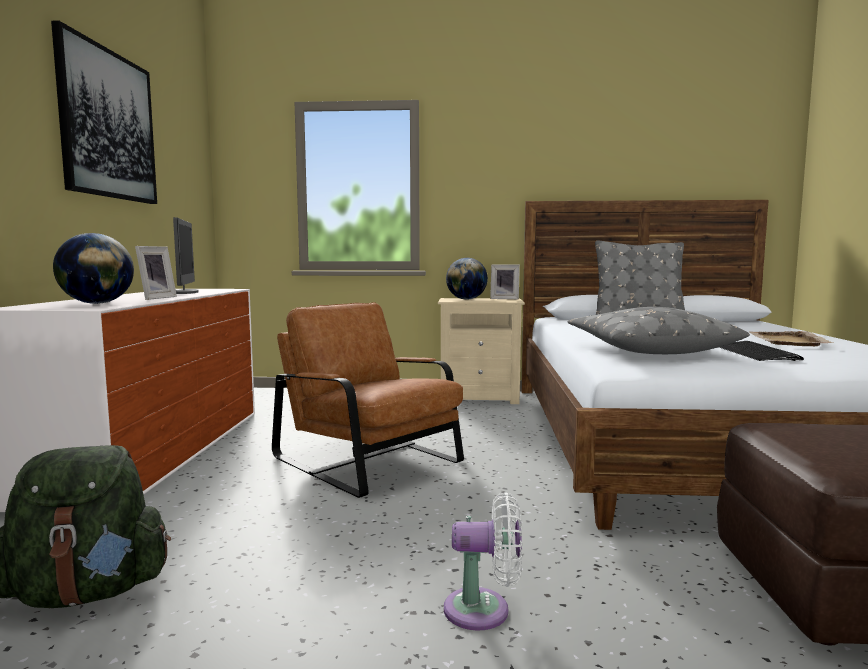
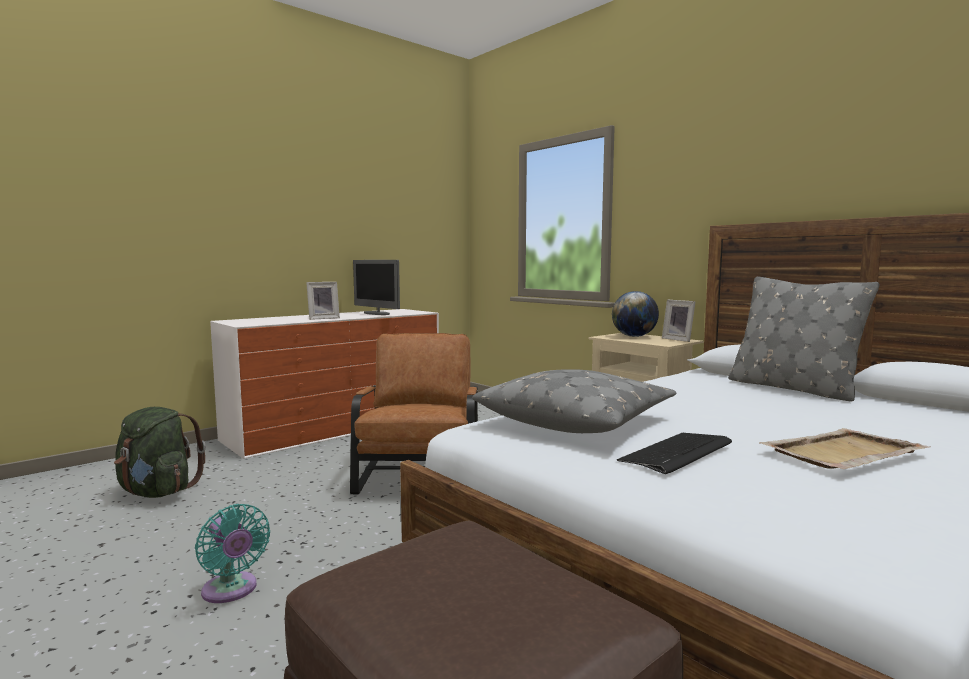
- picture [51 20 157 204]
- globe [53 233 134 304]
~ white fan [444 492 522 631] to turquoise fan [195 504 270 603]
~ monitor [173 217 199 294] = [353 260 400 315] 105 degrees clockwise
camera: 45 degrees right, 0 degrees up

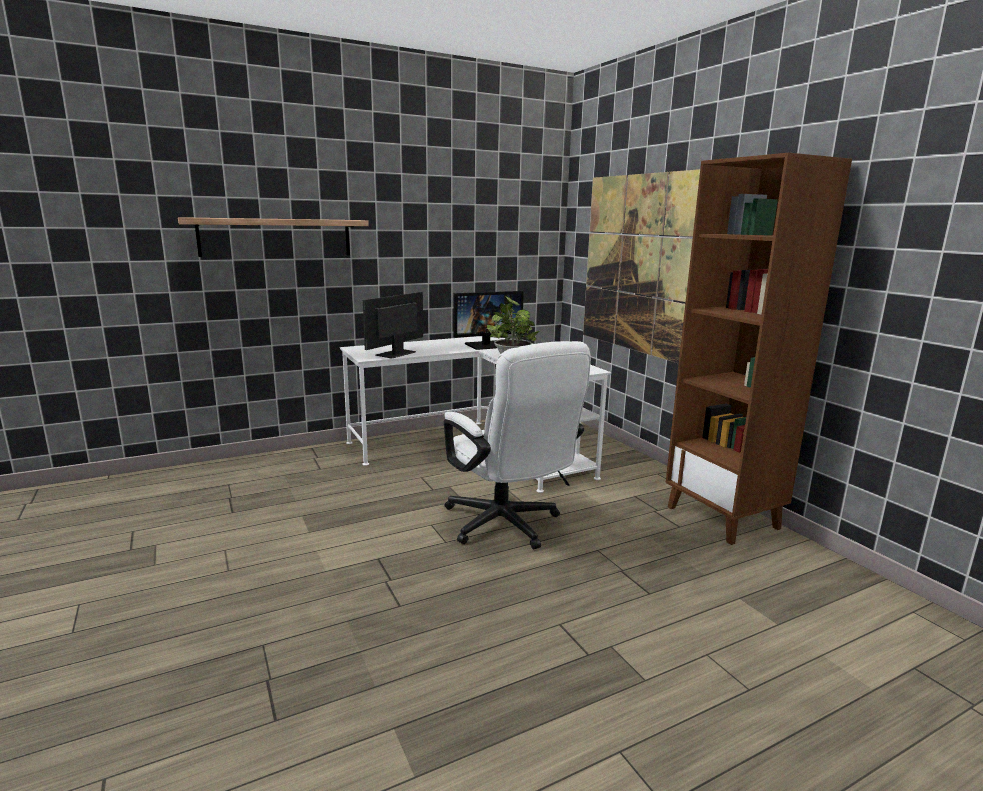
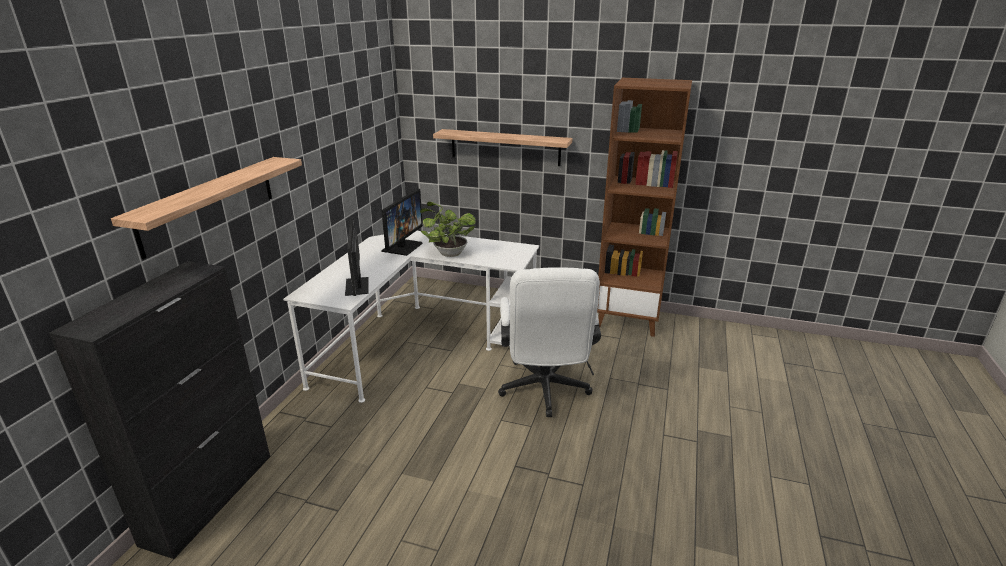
+ black cabinet [49 261 270 559]
~ picture [583 169 700 364] to shelf [433 129 572 166]
~ white office chair [444 341 591 549] = [498 267 601 417] 75 degrees clockwise
camera: 45 degrees left, 10 degrees up

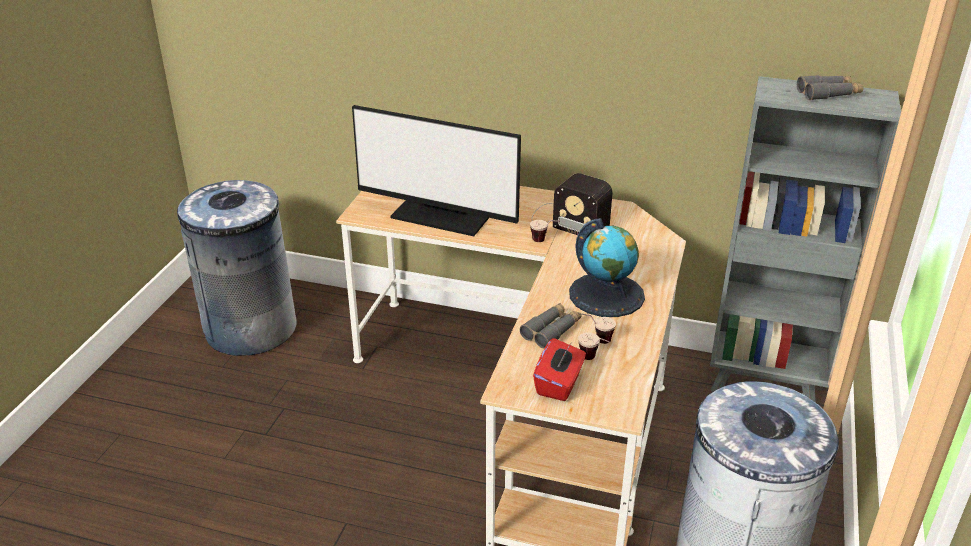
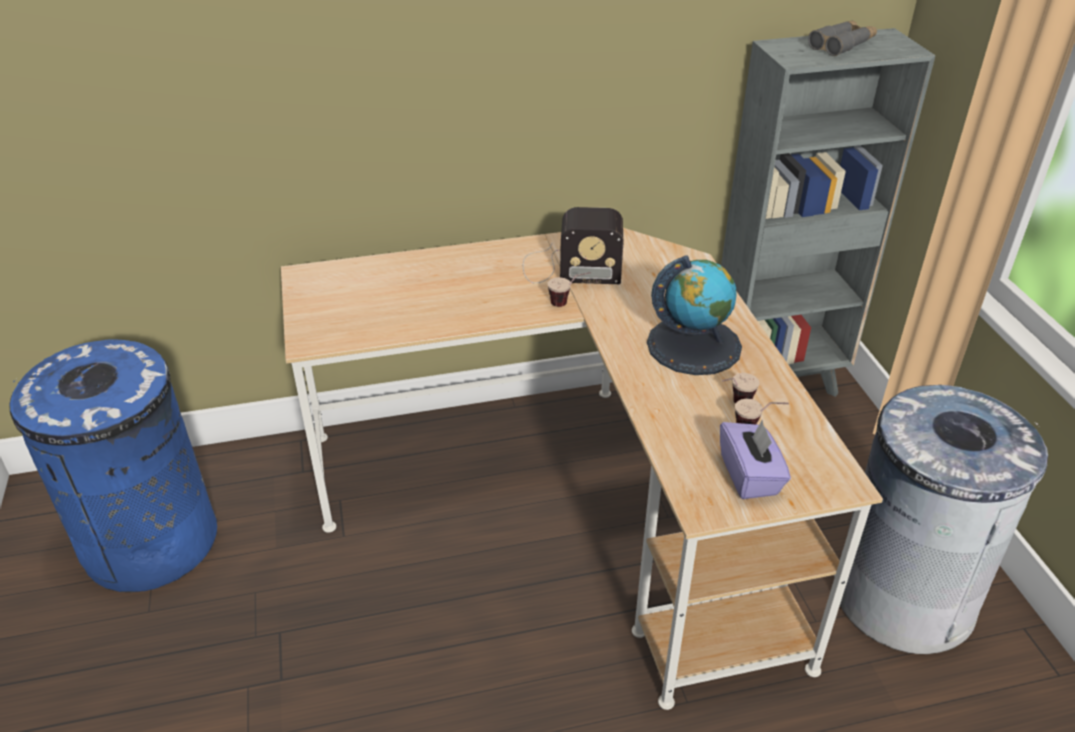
- monitor [352 105 521 236]
- grey binoculars [520 303 581 348]
~ grey trash can [177 180 297 356] to blue trash can [9 339 217 592]
~ red tissue box [533 338 586 401] to purple tissue box [720 419 791 499]
camera: 30 degrees left, 5 degrees up

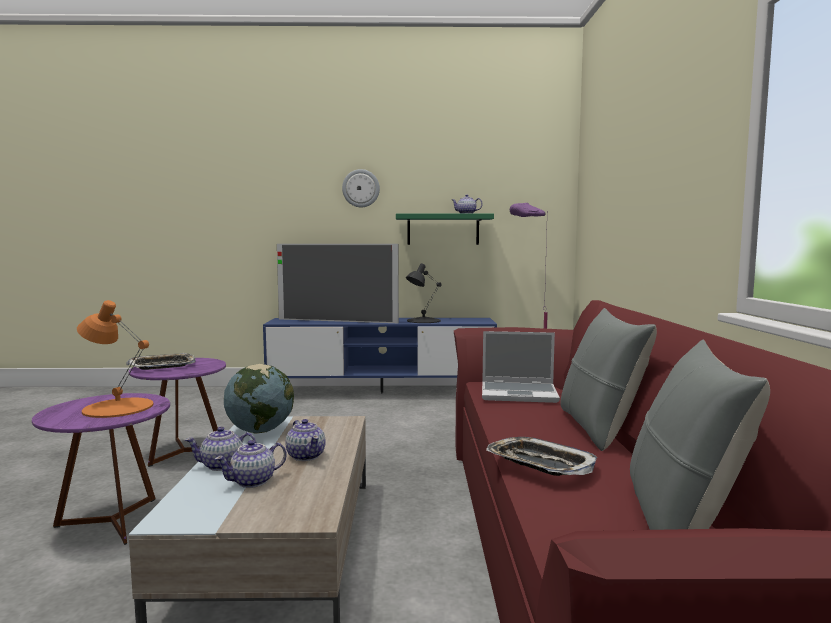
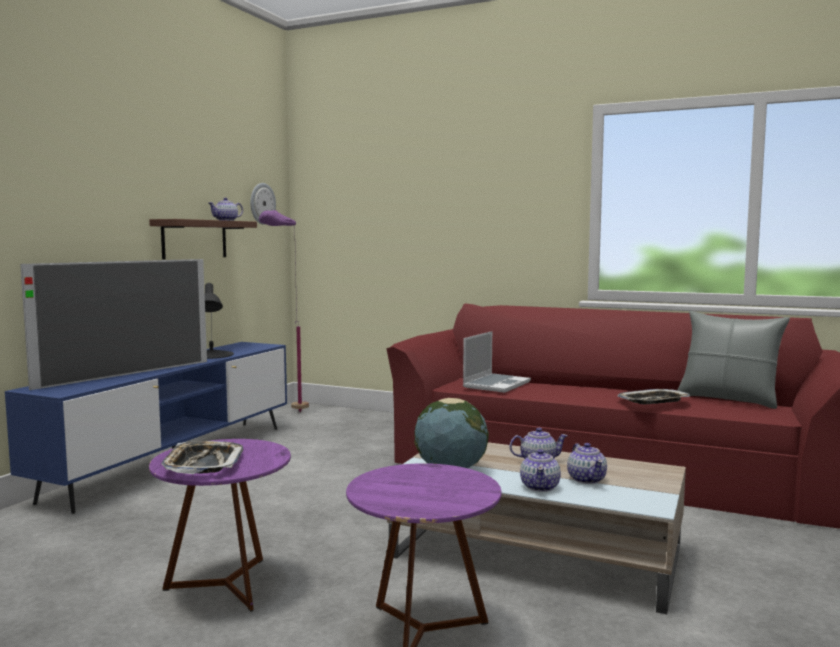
- orange table lamp [77 300 153 418]
- grey pillow [560 308 657 451]
~ wall clock [342 169 380 207] to [250 183 276 225]
~ green shelf [396 214 494 245] to brown shelf [149 219 257 260]
camera: 65 degrees left, 0 degrees up

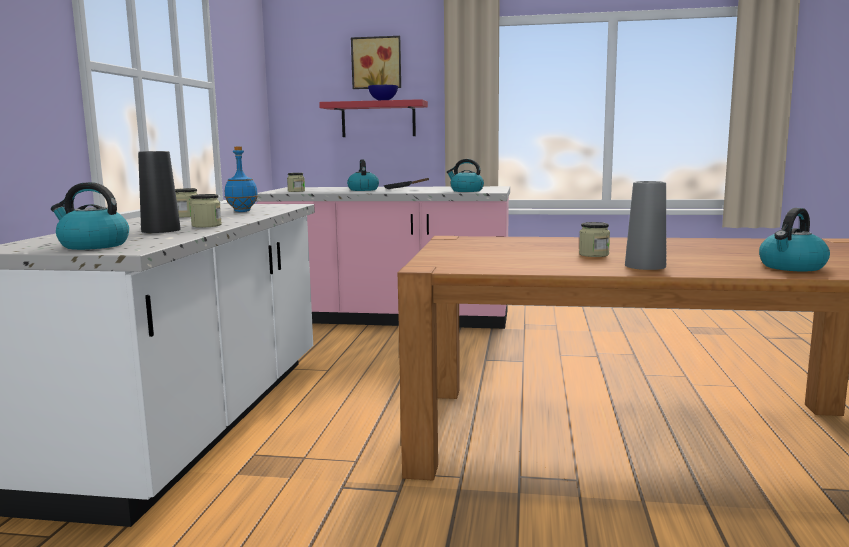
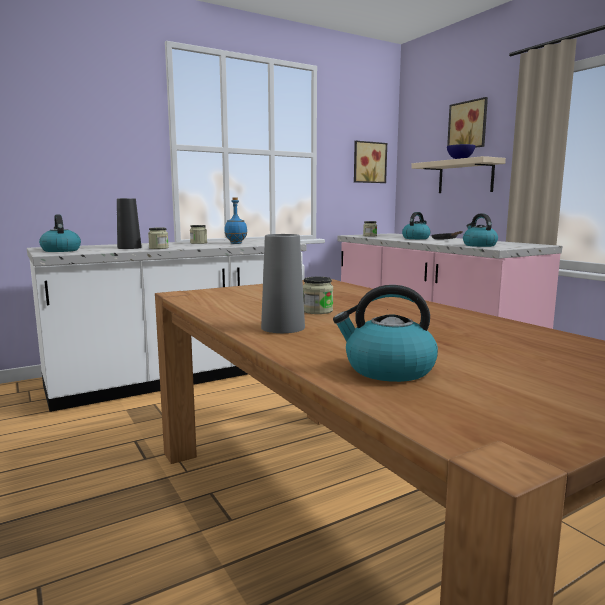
+ picture [354 141 387 183]
~ red shelf [319 99 428 137] to beige shelf [411 156 506 193]
camera: 50 degrees right, 0 degrees up

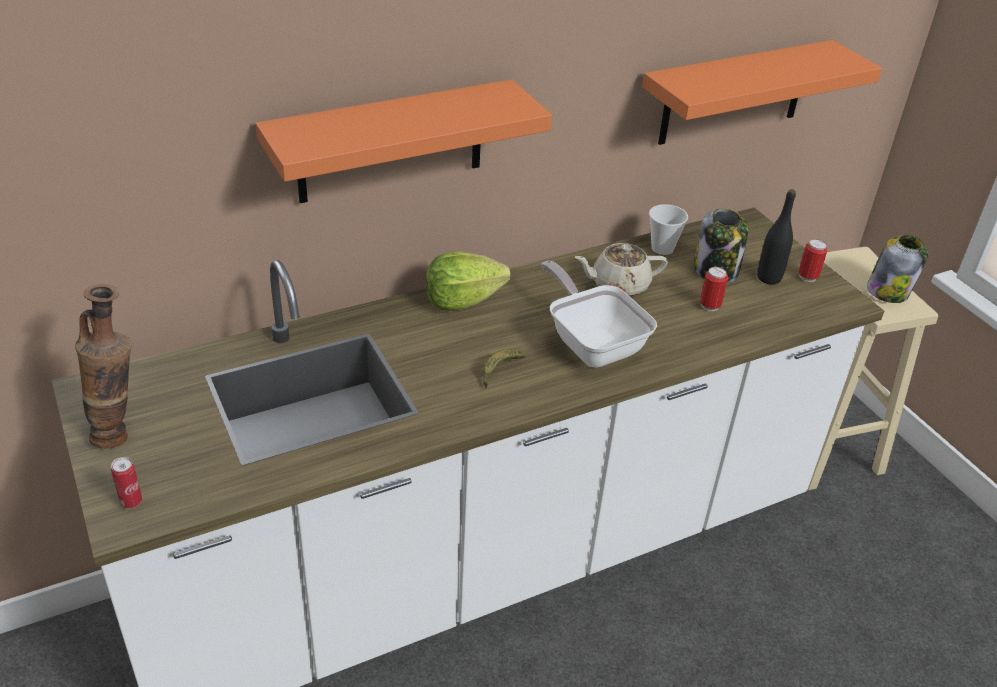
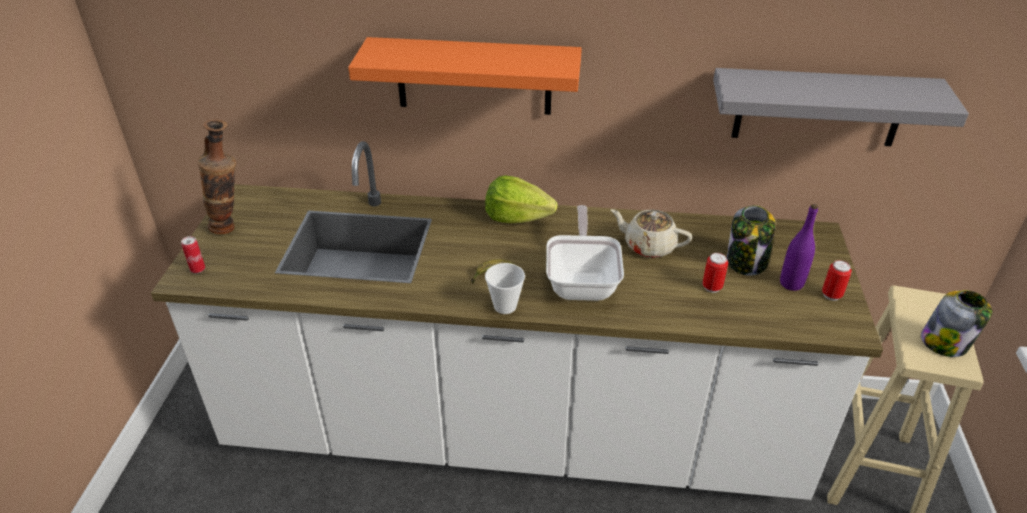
~ cup [649 204 688 255] to [485 263 525 314]
~ orange shelf [642 40 882 145] to grey shelf [713 68 969 146]
~ black bottle [757 189 796 284] to purple bottle [780 204 818 291]
camera: 35 degrees right, 0 degrees up

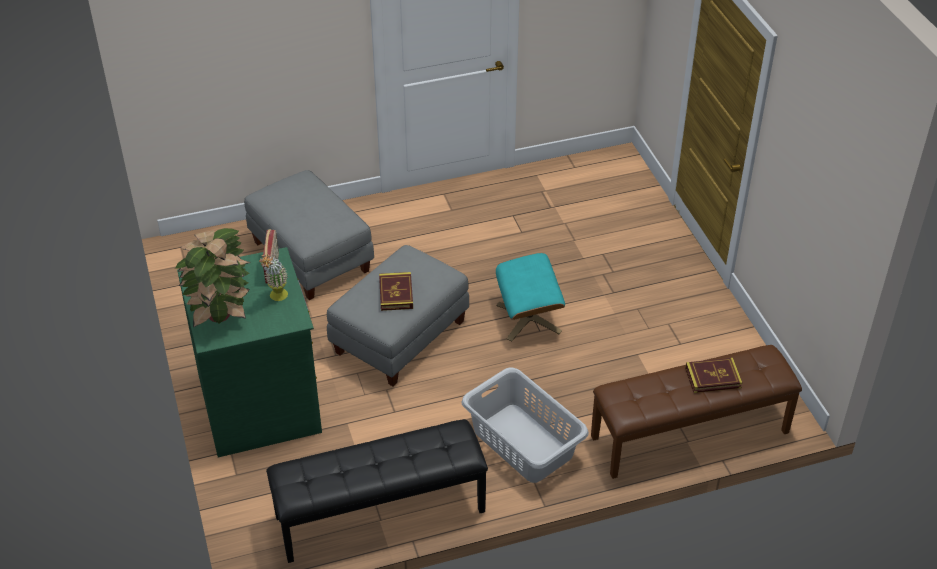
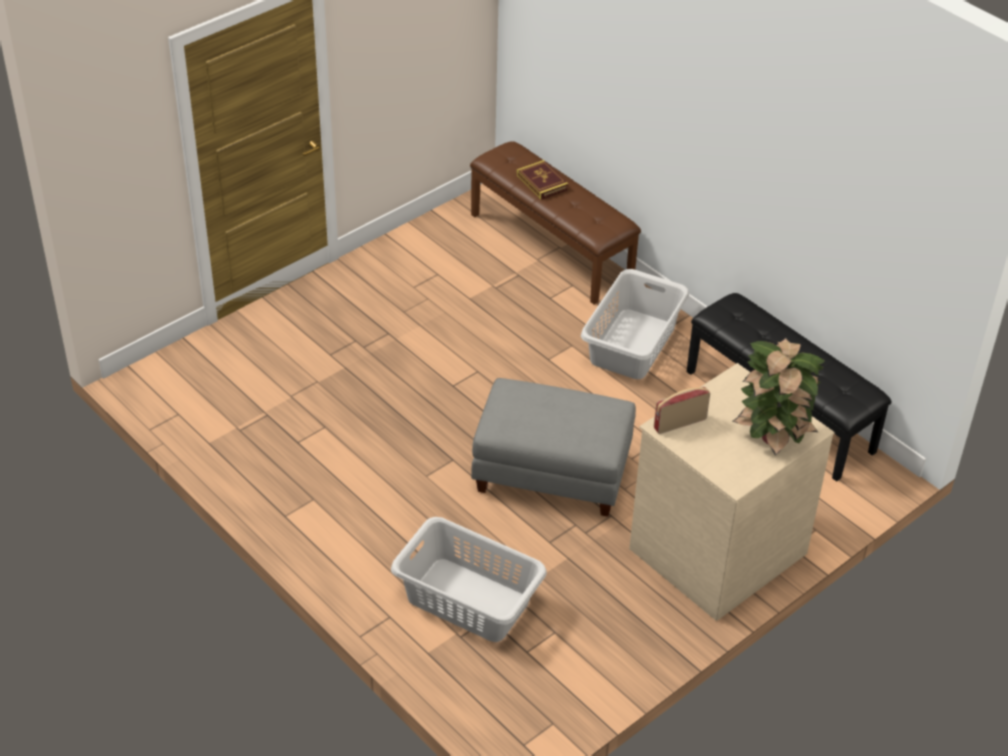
- potted plant [259 254 288 301]
- book [379 272 413 311]
- turquoise ottoman [496 253 565 342]
~ grey ottoman [244 170 374 300] to grey laundry basket [391 517 547 642]
~ green dresser [177 247 322 457] to beige dresser [629 363 835 621]
camera: 115 degrees left, 0 degrees up

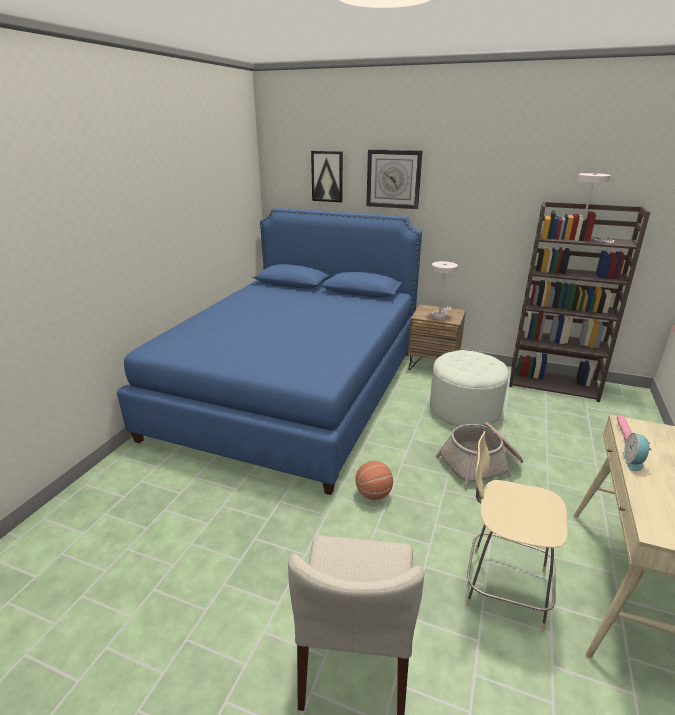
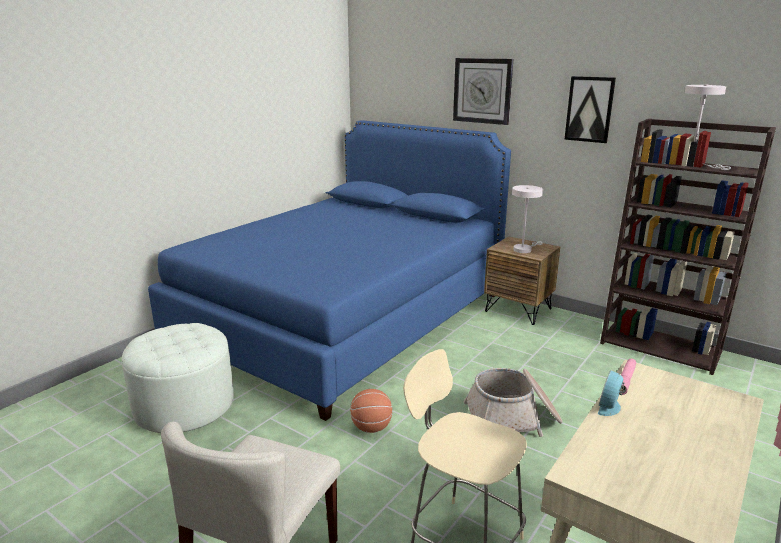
~ picture [311 151 343 202] to [565 76 616 143]
~ white ottoman [430 350 509 426] to [122 323 234 433]
camera: 15 degrees right, 5 degrees down

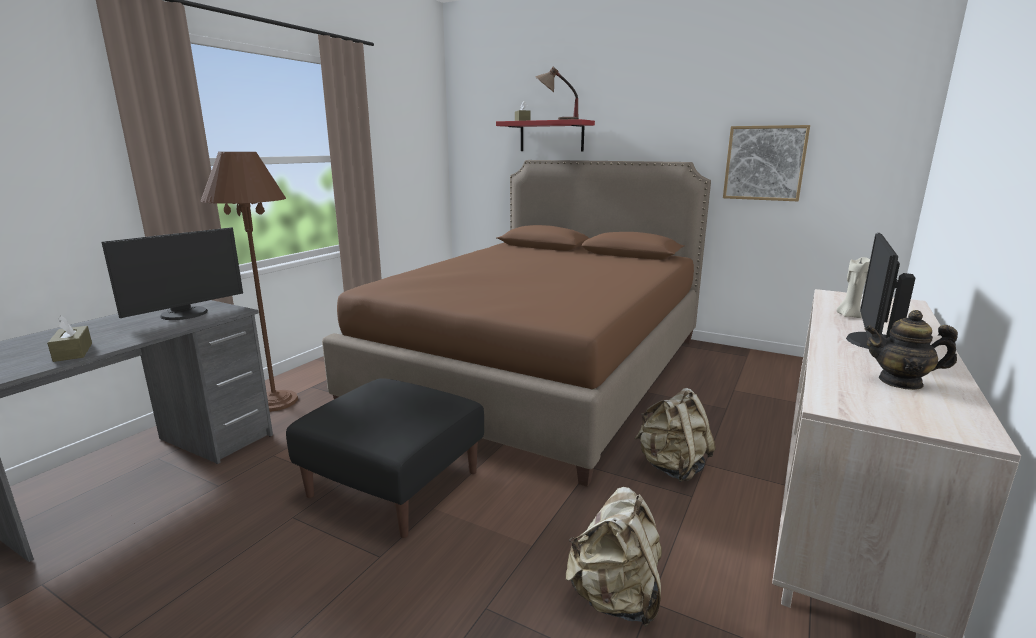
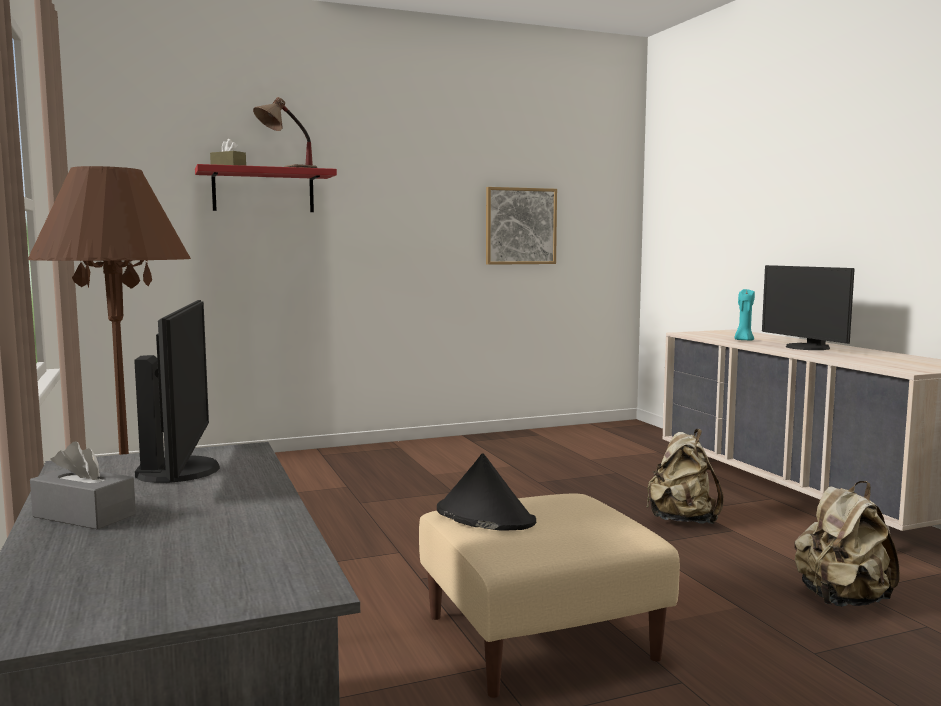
- brown tissue box [47 316 92 362]
- brown bed [322 160 711 487]
- teapot [864 310 958 390]
+ grey tissue box [30 441 136 530]
+ black hat [437 453 536 530]
~ black ottoman [286 378 484 538] to beige ottoman [419 493 680 698]
~ beige candle [836 257 870 318] to turquoise candle [734 289 755 341]
camera: 50 degrees left, 10 degrees down

